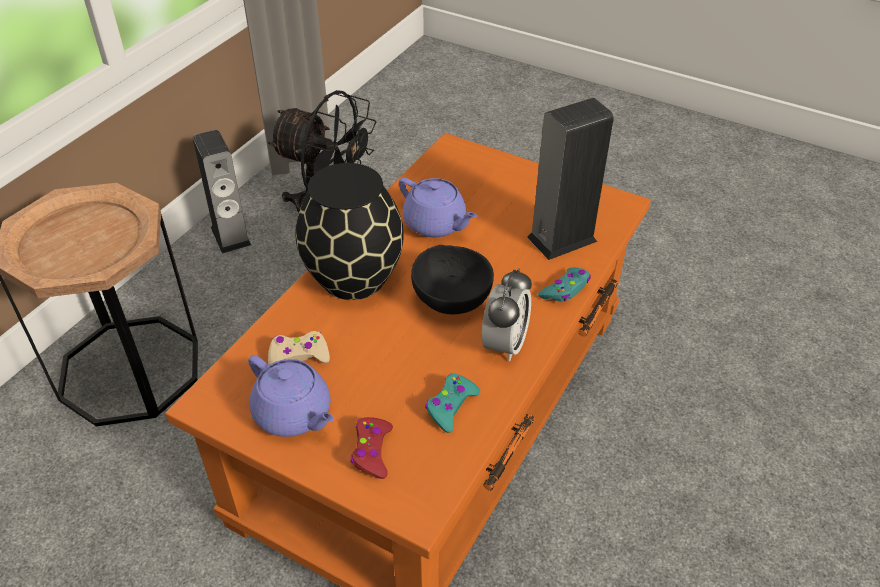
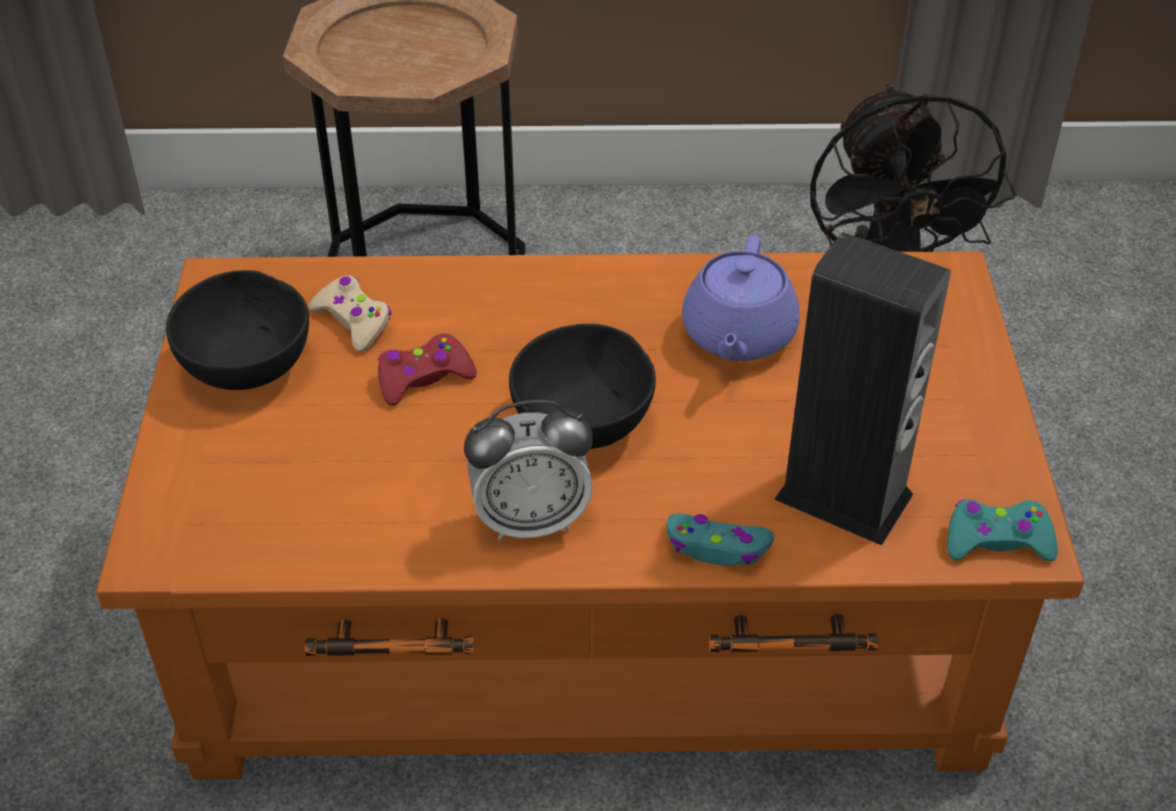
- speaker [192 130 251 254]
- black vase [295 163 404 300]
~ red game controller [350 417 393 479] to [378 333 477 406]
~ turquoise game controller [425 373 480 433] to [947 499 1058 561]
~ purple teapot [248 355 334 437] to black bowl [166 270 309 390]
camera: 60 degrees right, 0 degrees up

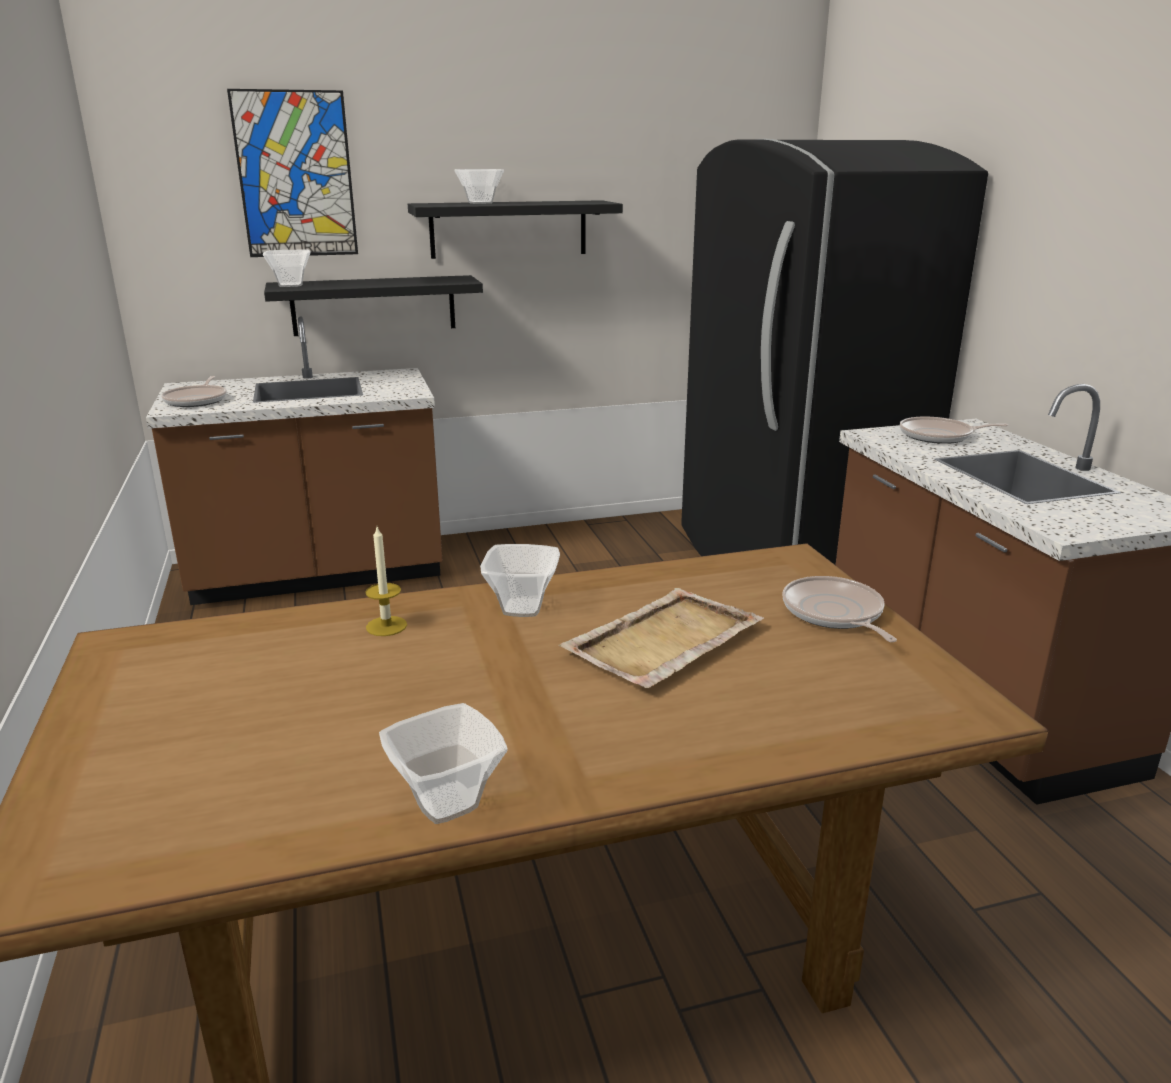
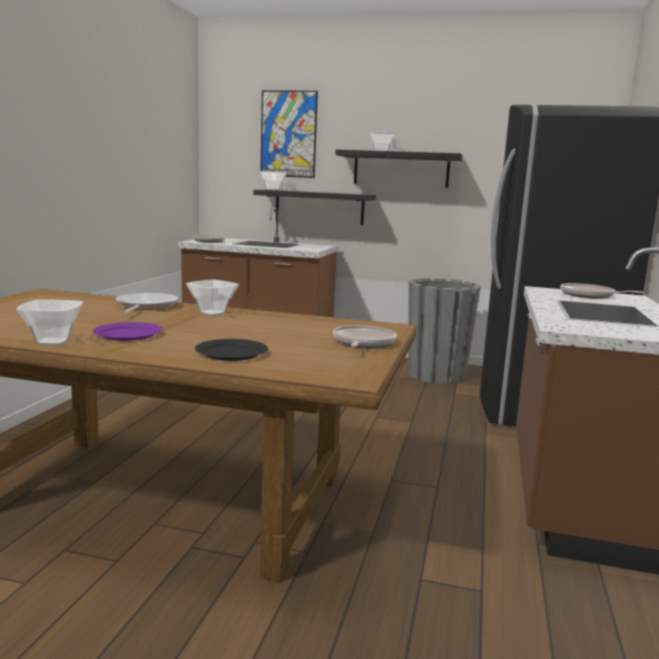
- beige tray [558 588 764 688]
+ purple plate [93 322 162 341]
+ black plate [195 339 268 361]
+ grey planter [408 278 481 384]
~ candle [365 527 407 636] to frying pan [116 292 178 314]
camera: 30 degrees right, 10 degrees down

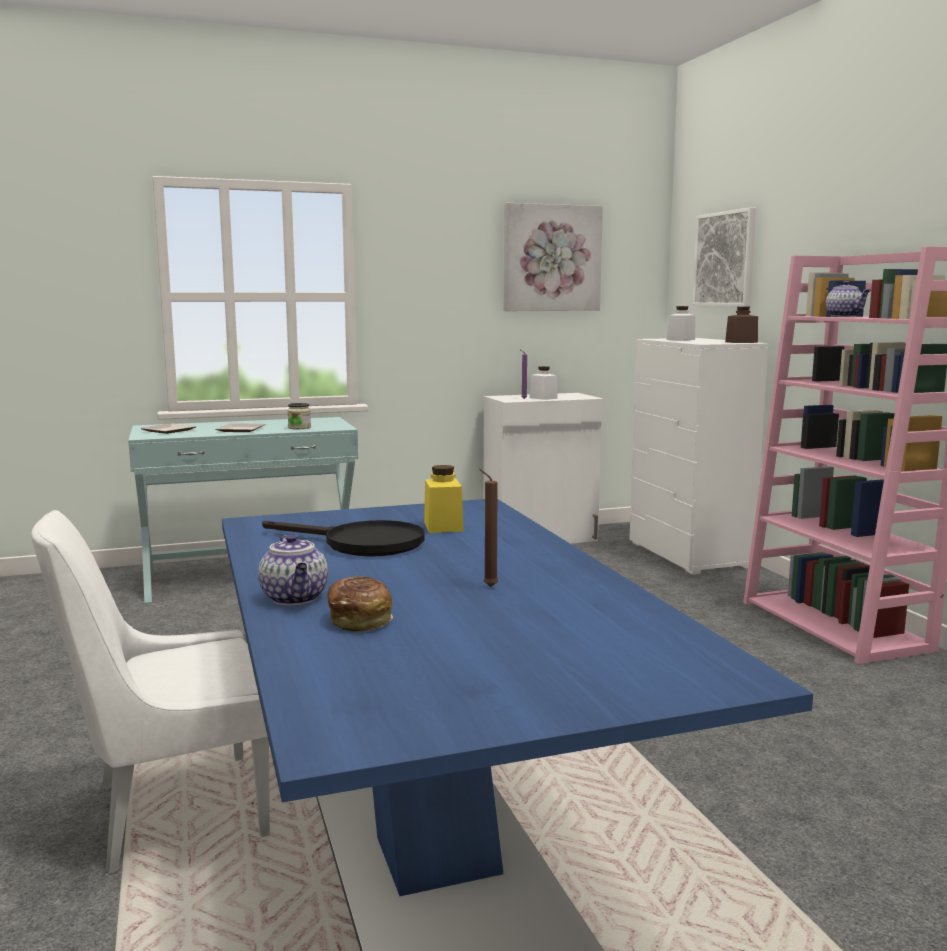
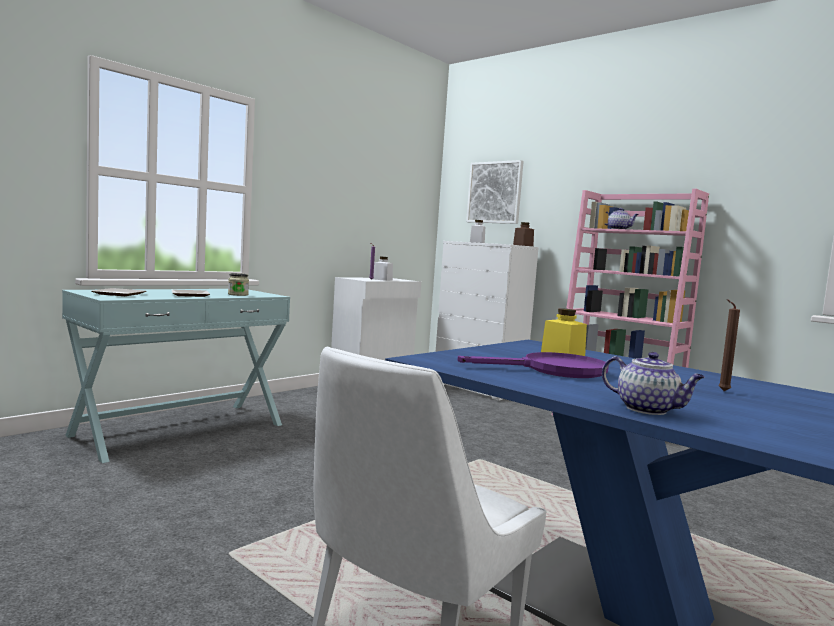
- bread [327 576 393 632]
- picture [504 203 603 311]
~ black frying pan [262 520 425 557] to purple frying pan [458 352 609 378]
camera: 30 degrees left, 5 degrees down

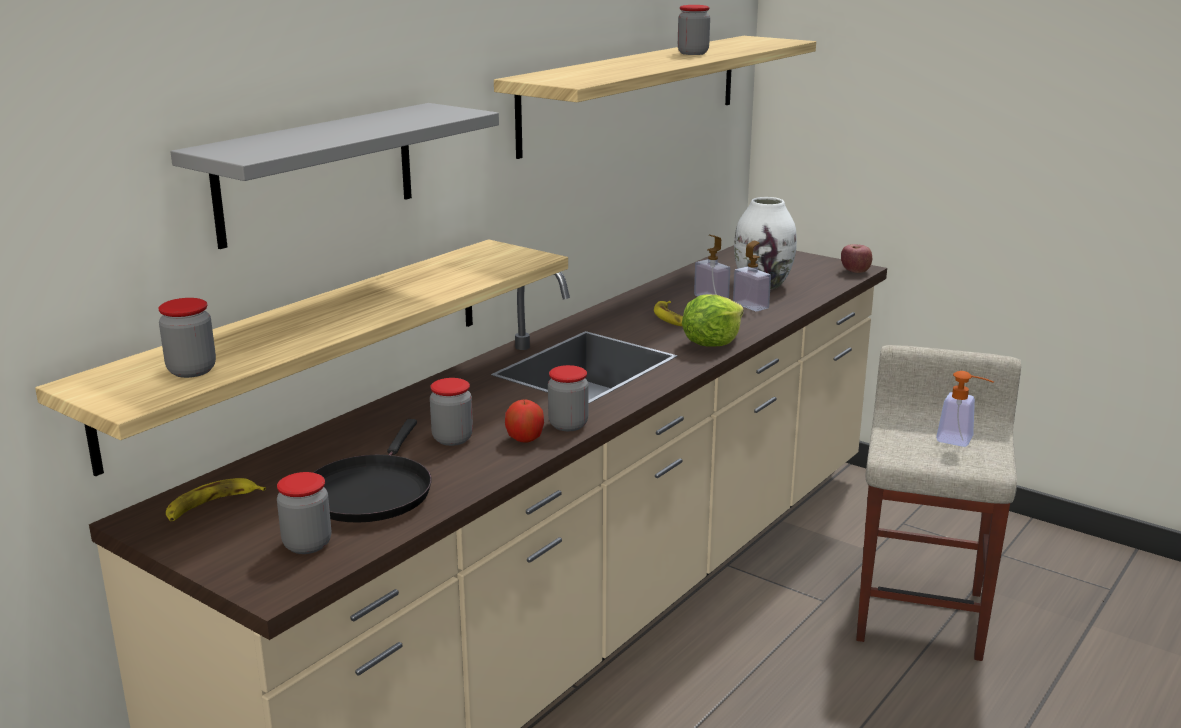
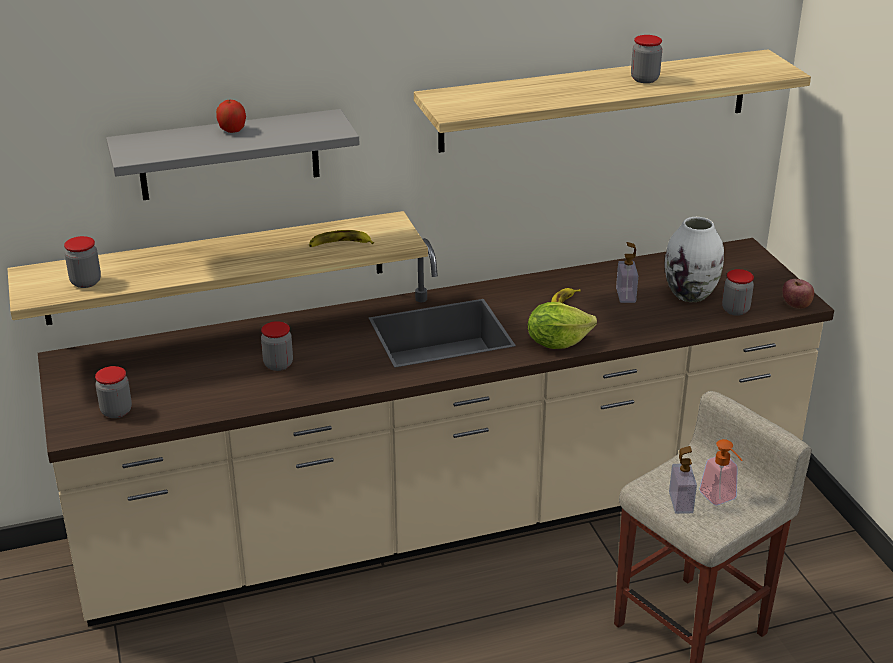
- black frying pan [313 419 432 523]
~ banana [166 478 266 521] to [309 230 374 247]
~ apple [505 399 544 443] to [216 100 246 133]
~ jar [548 365 588 431] to [722 269 754 316]
~ soap dispenser [733 241 771 311] to [669 446 697 514]
camera: 35 degrees right, 10 degrees up

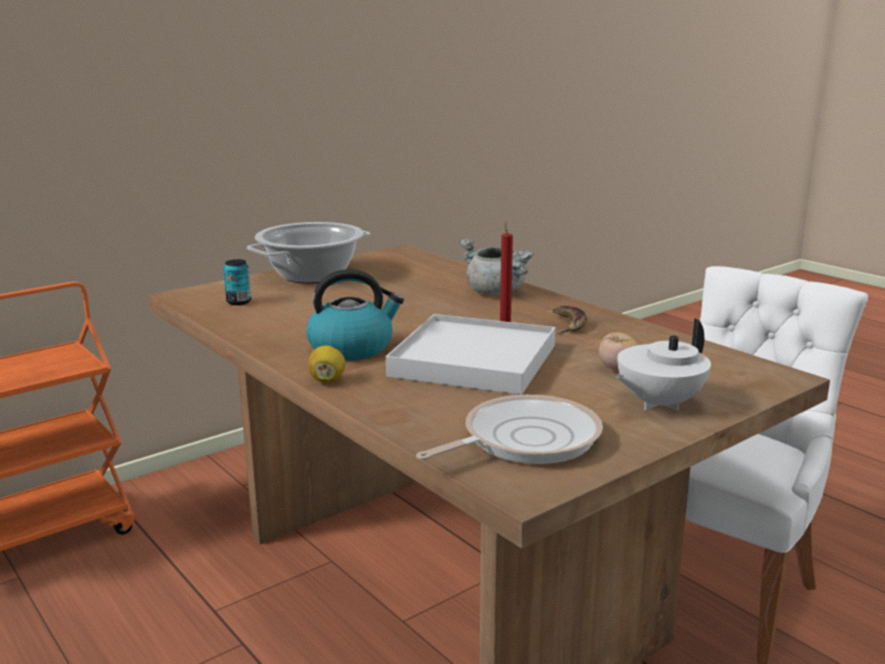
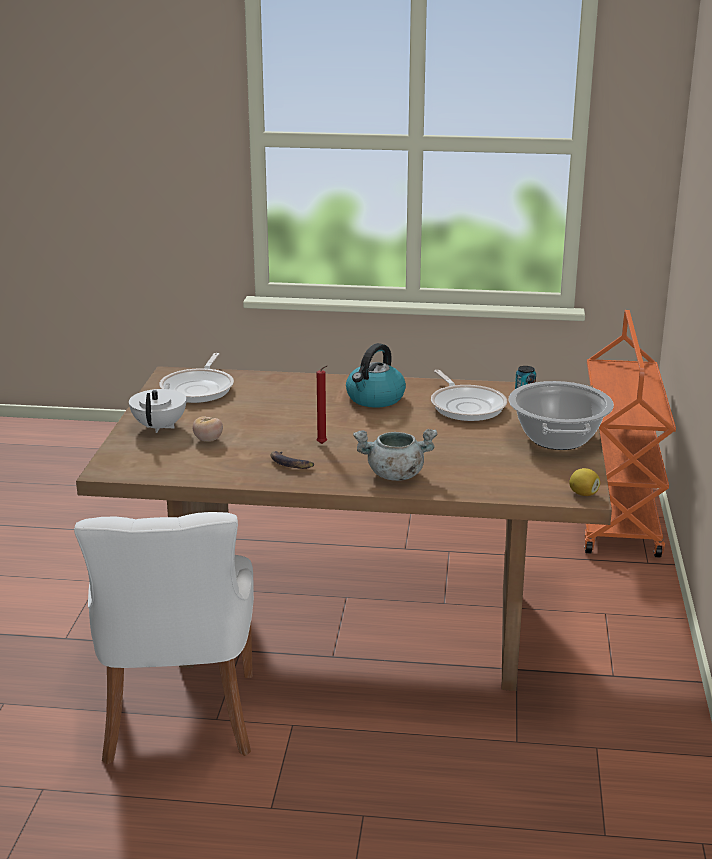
- white tray [386 314 555 395]
+ frying pan [431 370 507 421]
~ lemon [308 345 345 383] to [569 468 600 496]
camera: 135 degrees right, 5 degrees up

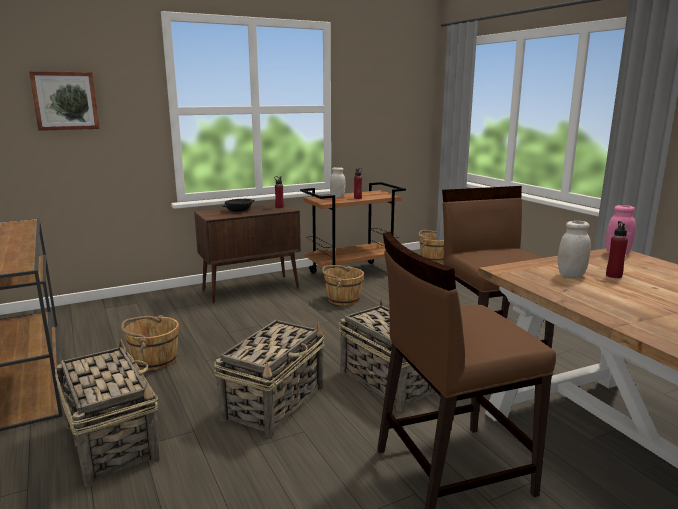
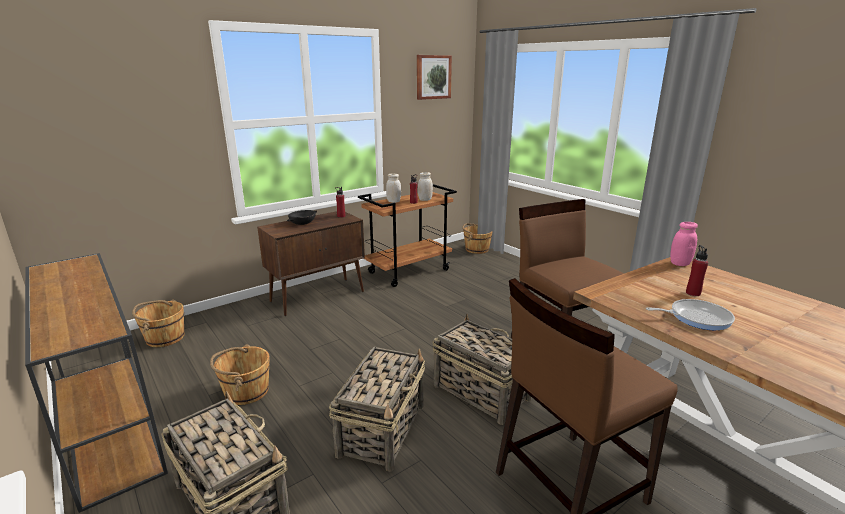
+ frying pan [646 299 735 330]
~ picture [29 71 99 131] to [417 55 452 100]
~ brown bucket [322 265 364 306] to [132 300 184 347]
~ white jar [558 221 591 277] to [418 172 433 201]
camera: 10 degrees left, 5 degrees up

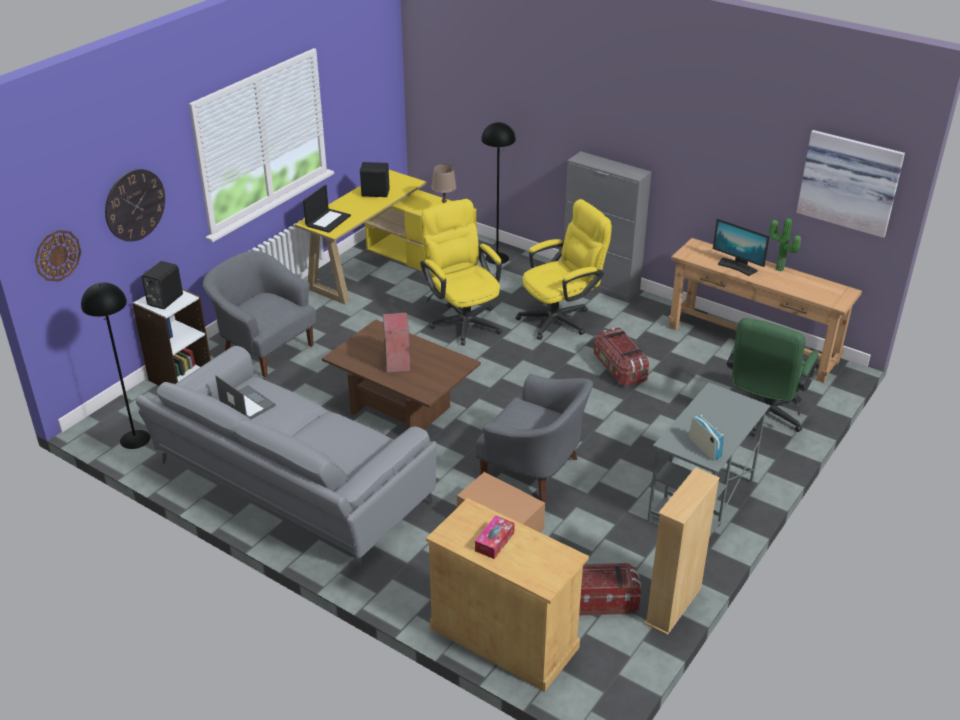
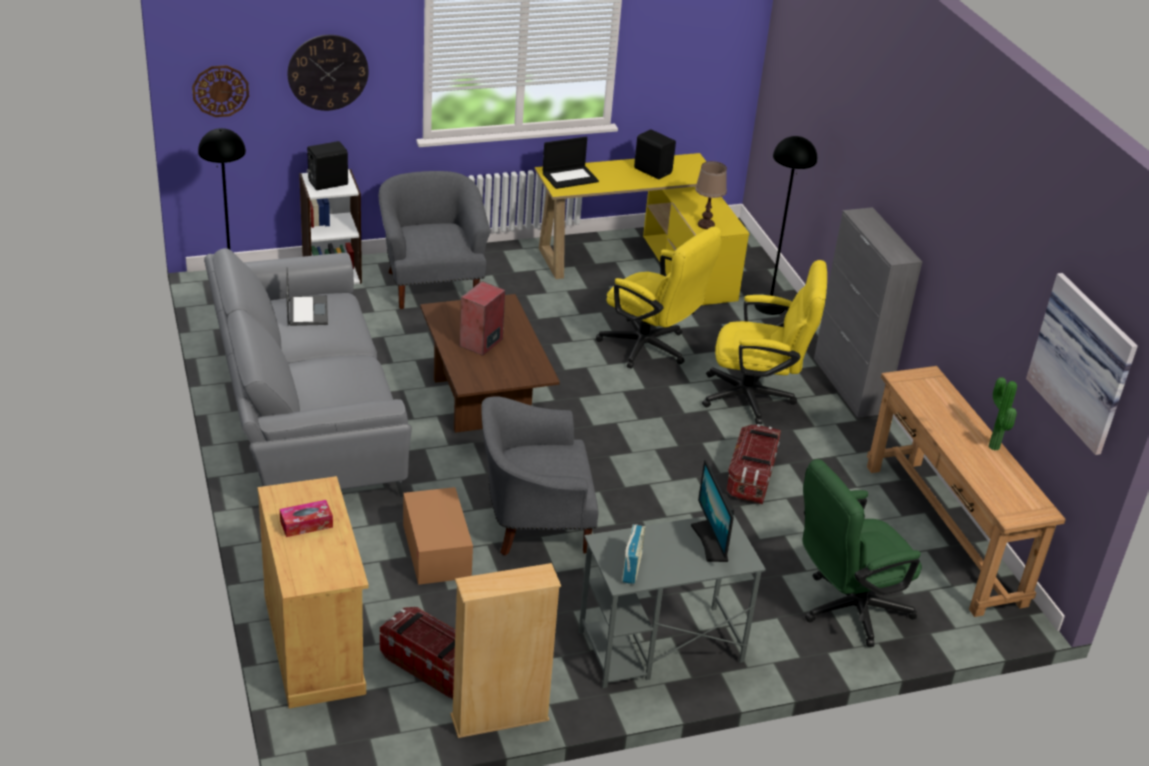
~ monitor [713 218 770 276] to [691 459 734 562]
~ yellow office chair [420 199 502 346] = [596 226 722 369] 120 degrees clockwise
~ grey armchair [475 374 593 502] = [481 396 599 556] 105 degrees clockwise
camera: 35 degrees right, 0 degrees up

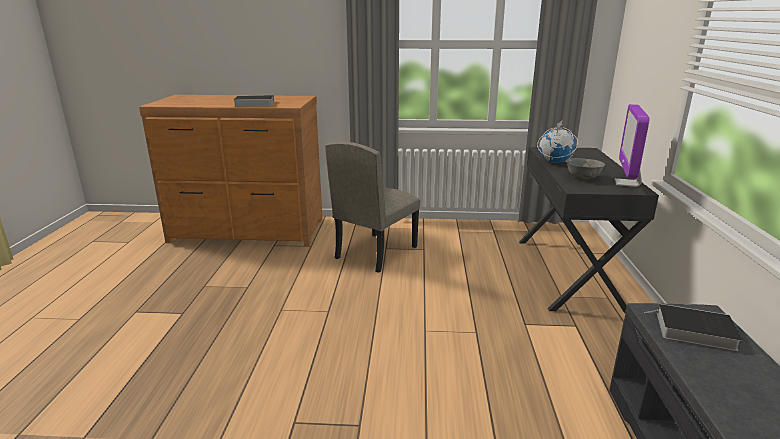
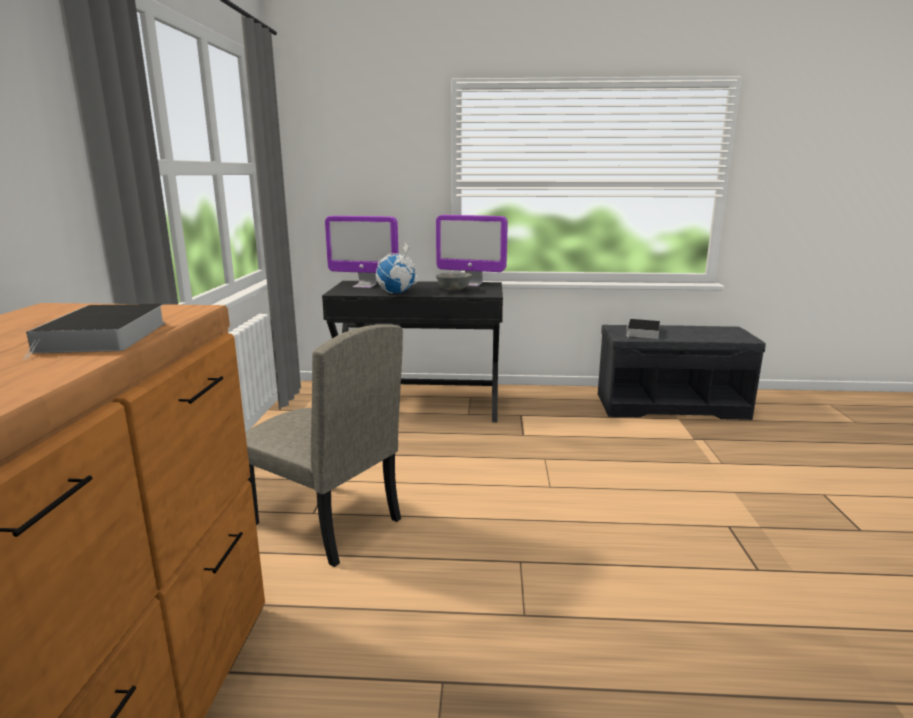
+ monitor [325 216 398 288]
camera: 90 degrees left, 5 degrees down

